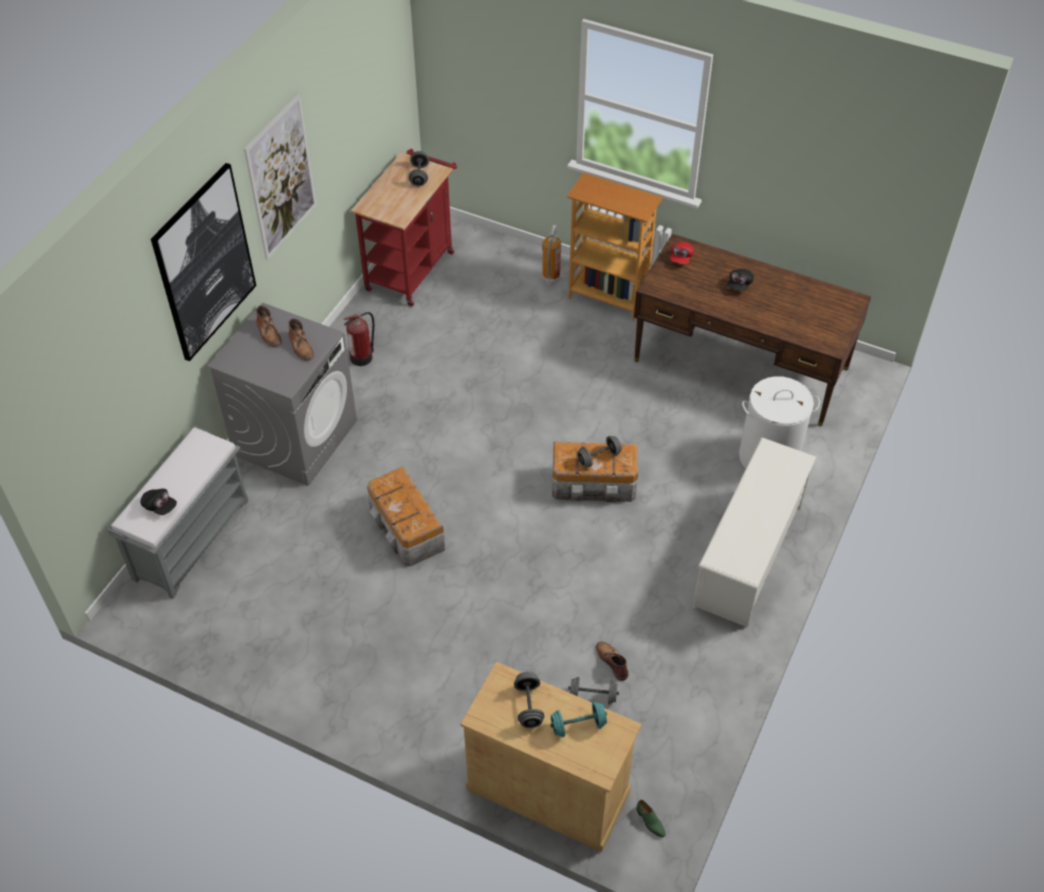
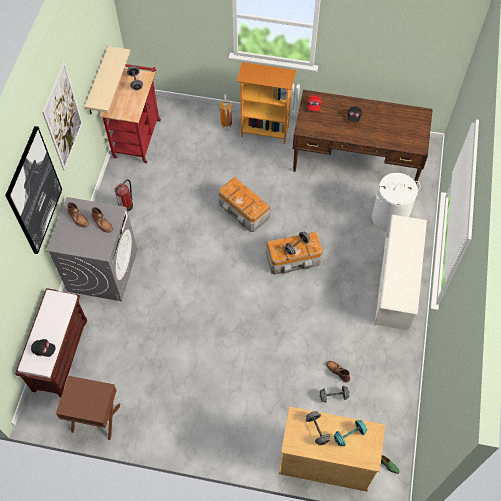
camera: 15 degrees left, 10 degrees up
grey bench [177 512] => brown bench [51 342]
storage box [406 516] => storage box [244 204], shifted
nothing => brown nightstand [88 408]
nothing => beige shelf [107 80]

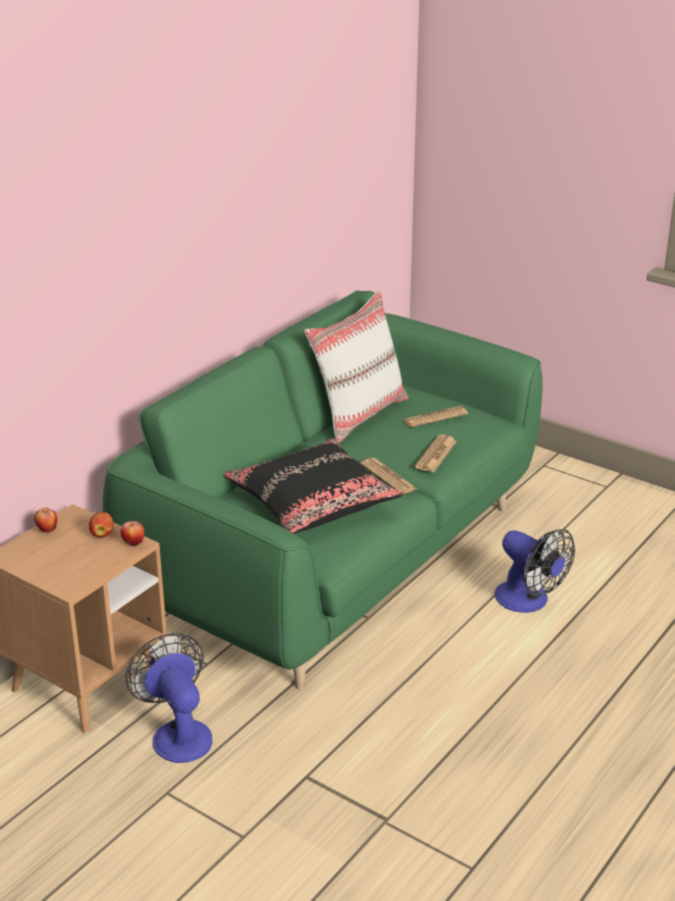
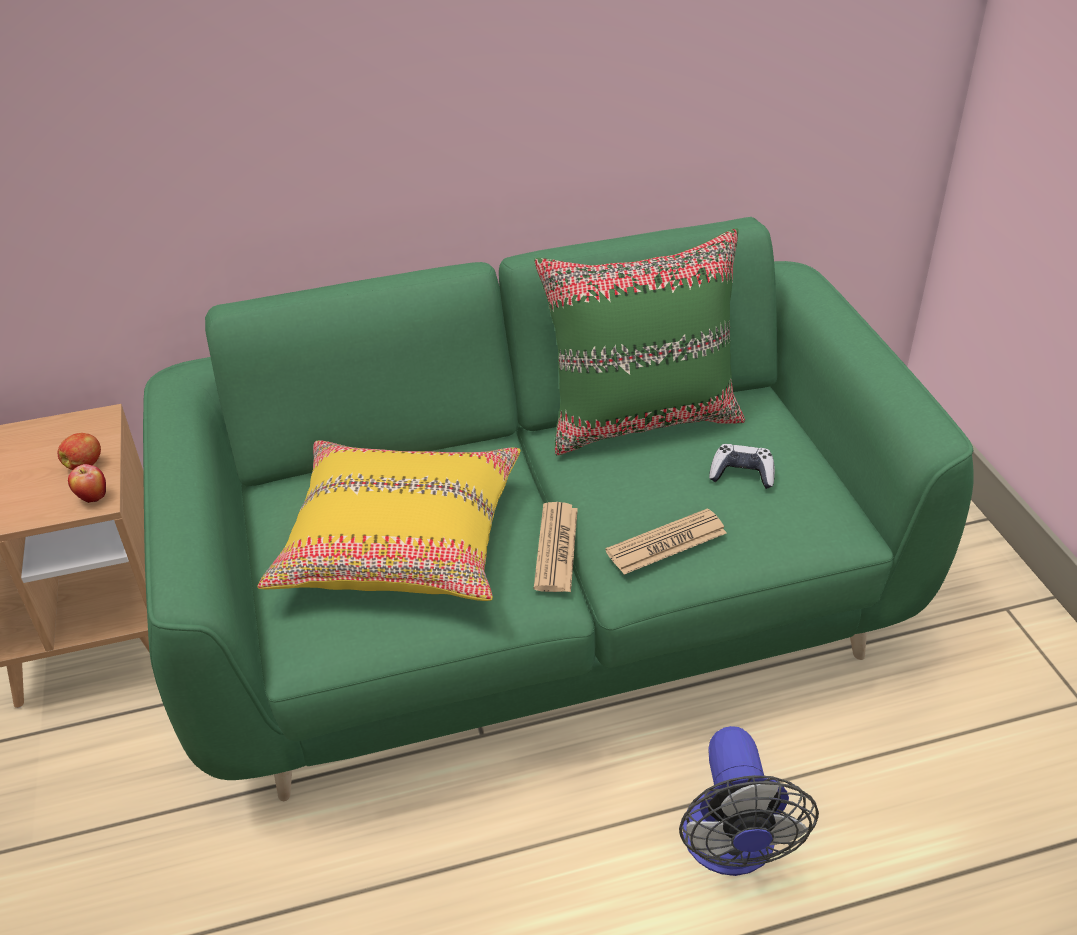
camera: 40 degrees right, 10 degrees up
apple [45 520] => nothing
fan [169 698] => nothing
black pillow [313 486] => yellow pillow [389 520]
white pillow [357 367] => green pillow [639 341]
newspaper [435 416] => game controller [742 466]

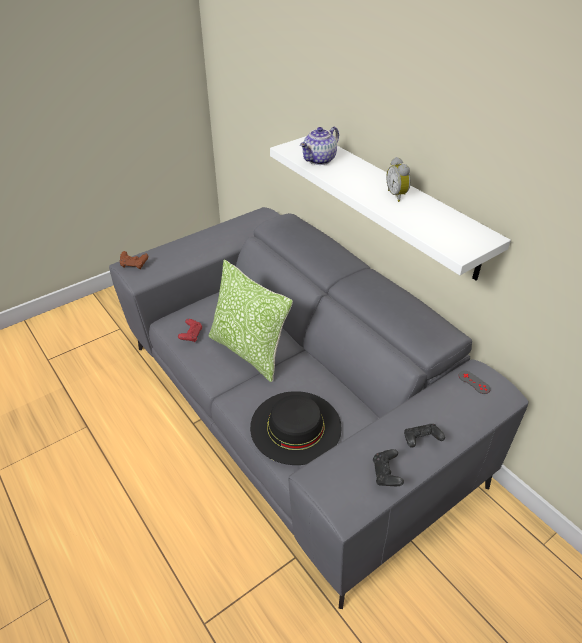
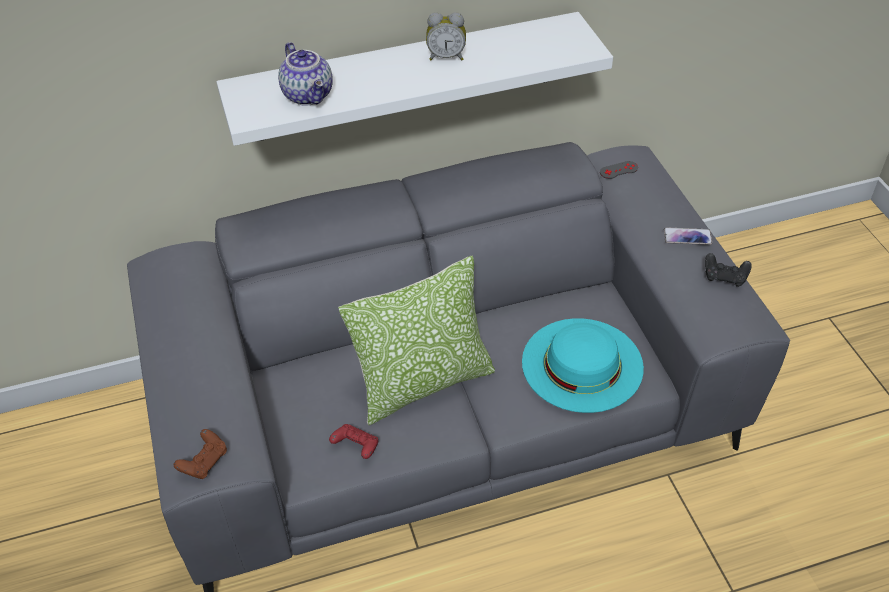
camera: 70 degrees left, 5 degrees up
black hat [296 428] => turquoise hat [583 365]
black game controller [424 436] => phone [688 236]

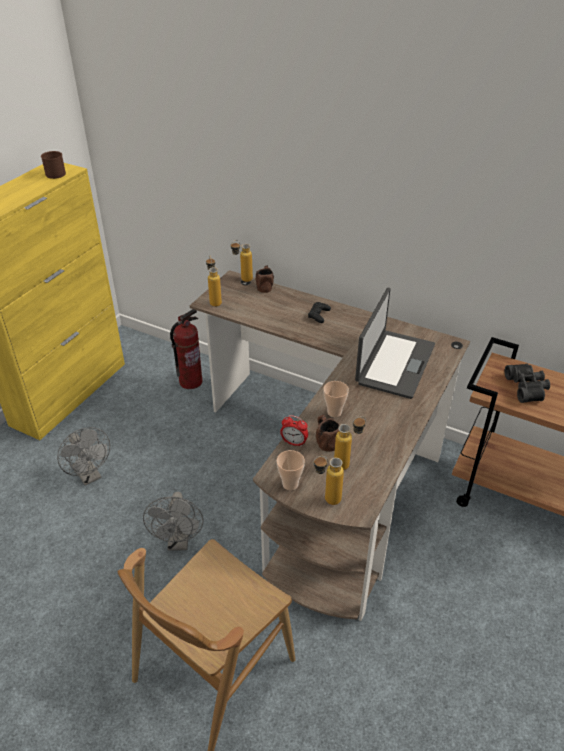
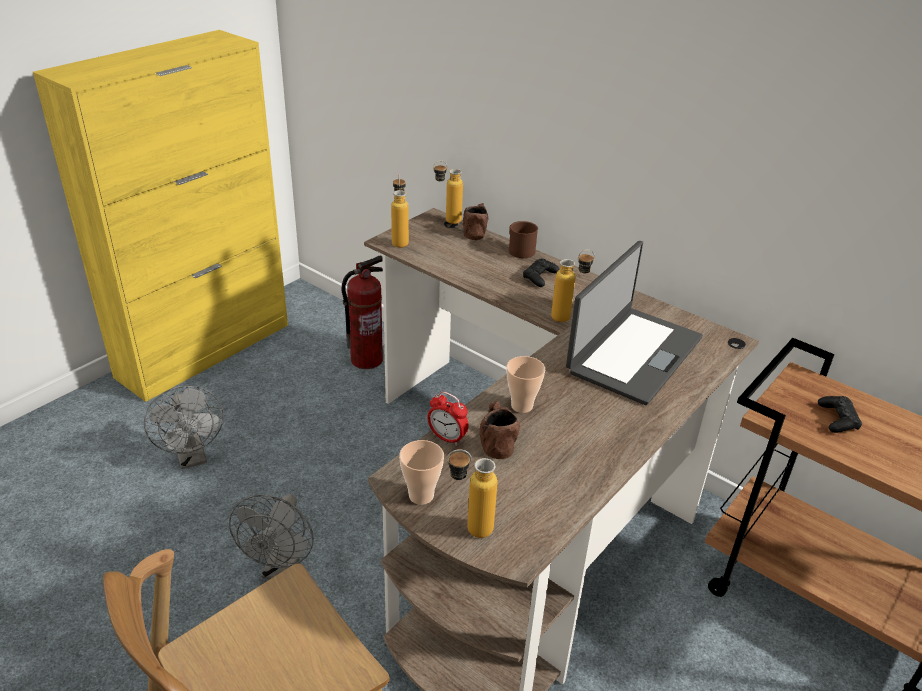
camera: 10 degrees right, 5 degrees down
brown mug [53 165] => brown mug [523 239], shifted
bottle [350 443] => bottle [573 286], shifted
black binoculars [527 383] => black game controller [840 414]

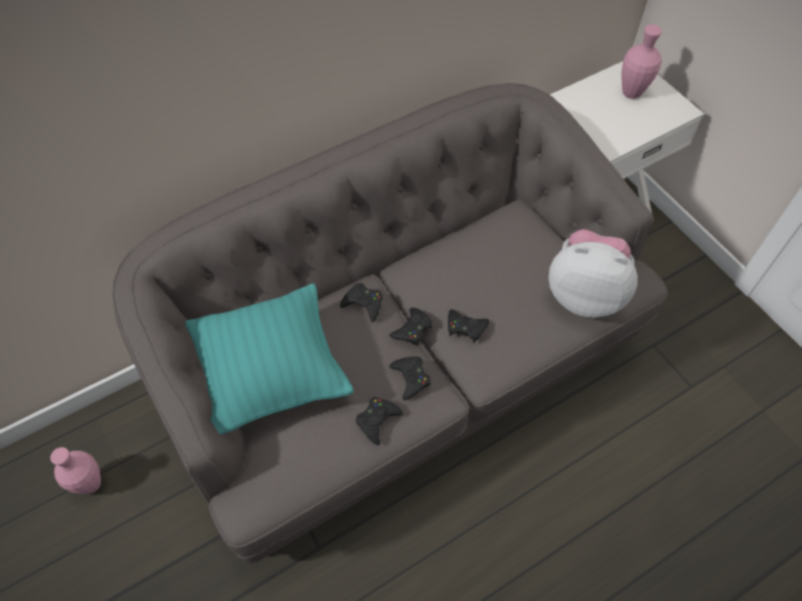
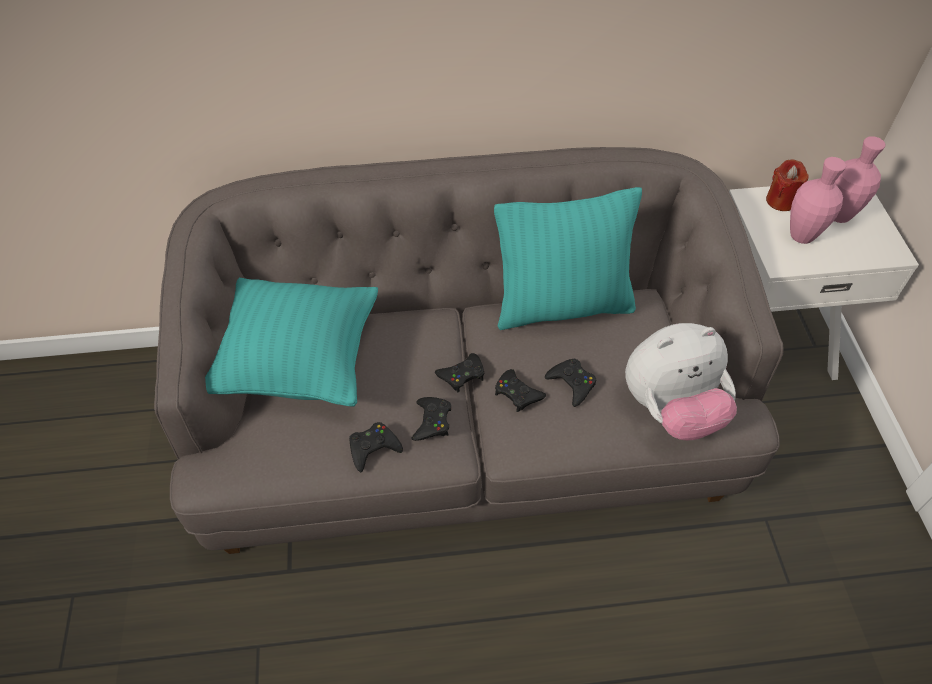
camera: 25 degrees right, 5 degrees down
pink vase [75 470] => pink vase [818 200], shifted
black game controller [361 302] => black game controller [570 383], shifted
plush toy [593 273] => plush toy [681 381], 120 degrees clockwise
nothing => turquoise pillow [568 258]
nothing => red candle [787 185]

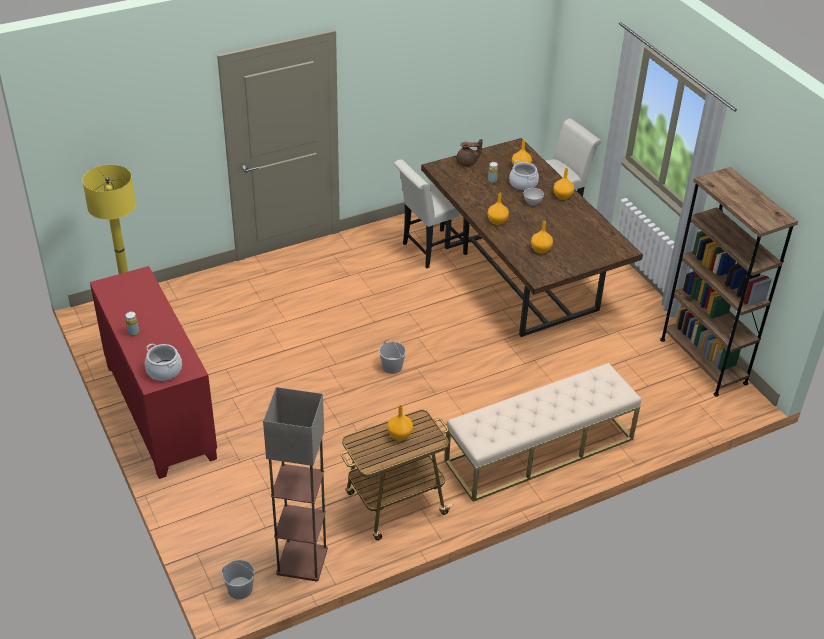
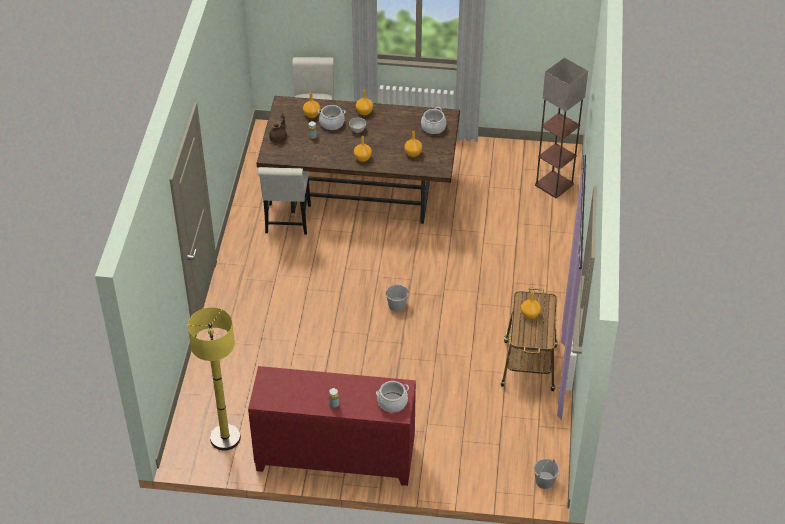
camera: 55 degrees left, 5 degrees up
floor lamp [295 484] => floor lamp [561 127], shifted
beige bench [542 432] => nothing
brown bookcase [729 282] => nothing
nothing => cooking pot [433 120]

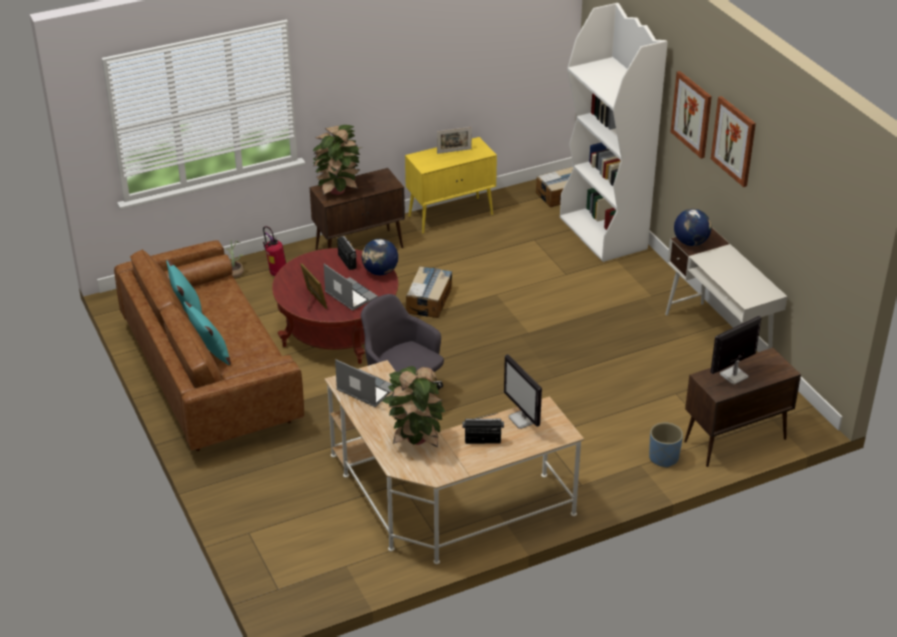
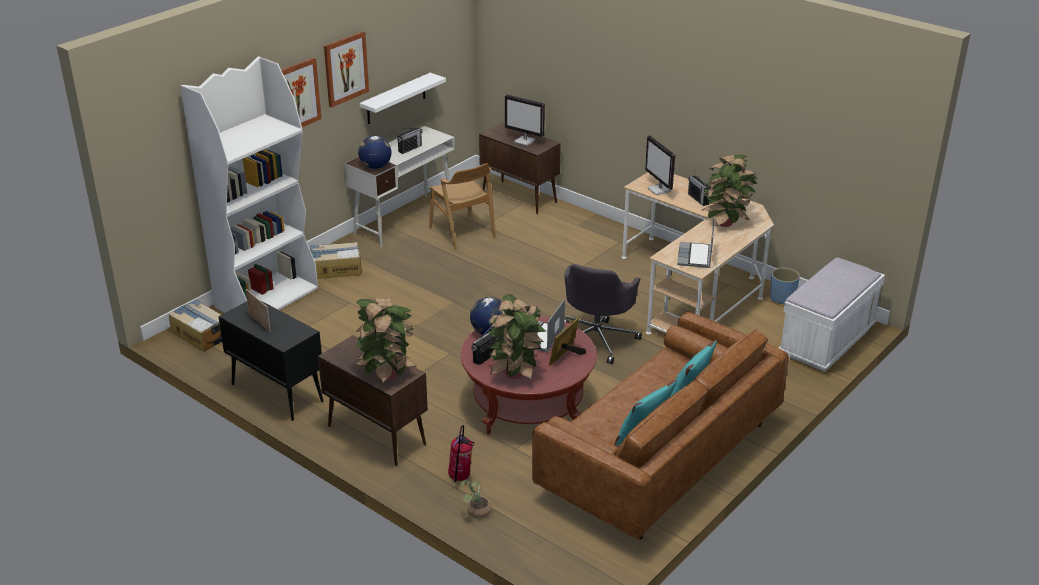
camera: 115 degrees left, 5 degrees down
yellow cabinet [451 185] => black cabinet [270 360]
cardboard box [429 292] => cardboard box [336 260], shifted
monitor [523 391] => monitor [660 165], 120 degrees clockwise
blue planter [666 445] => blue planter [785 286], shifted
nothing => white shelf [403 98]
nothing => radio [410 140]
nothing => brown chair [462 206]
nothing => potted plant [517 337]
nothing => white bench [832 314]

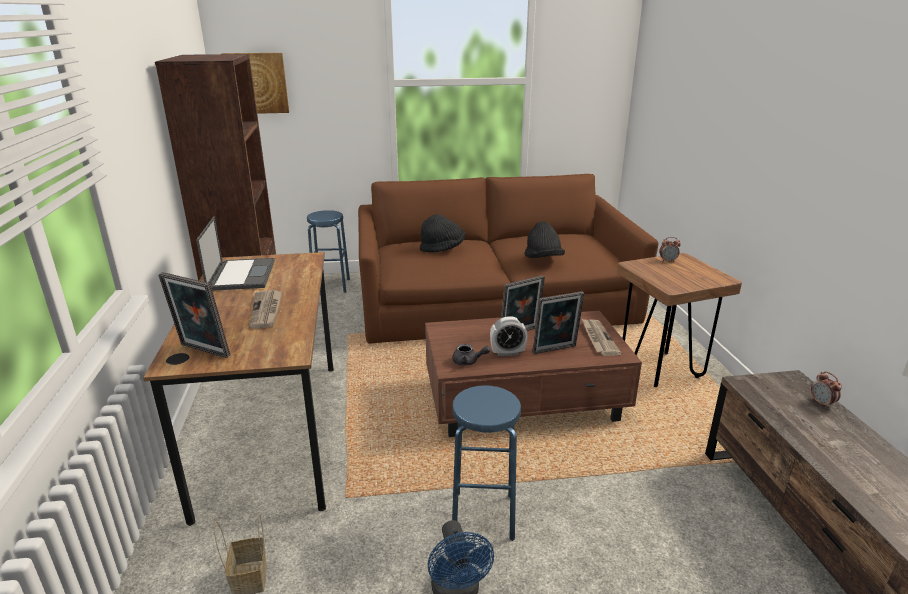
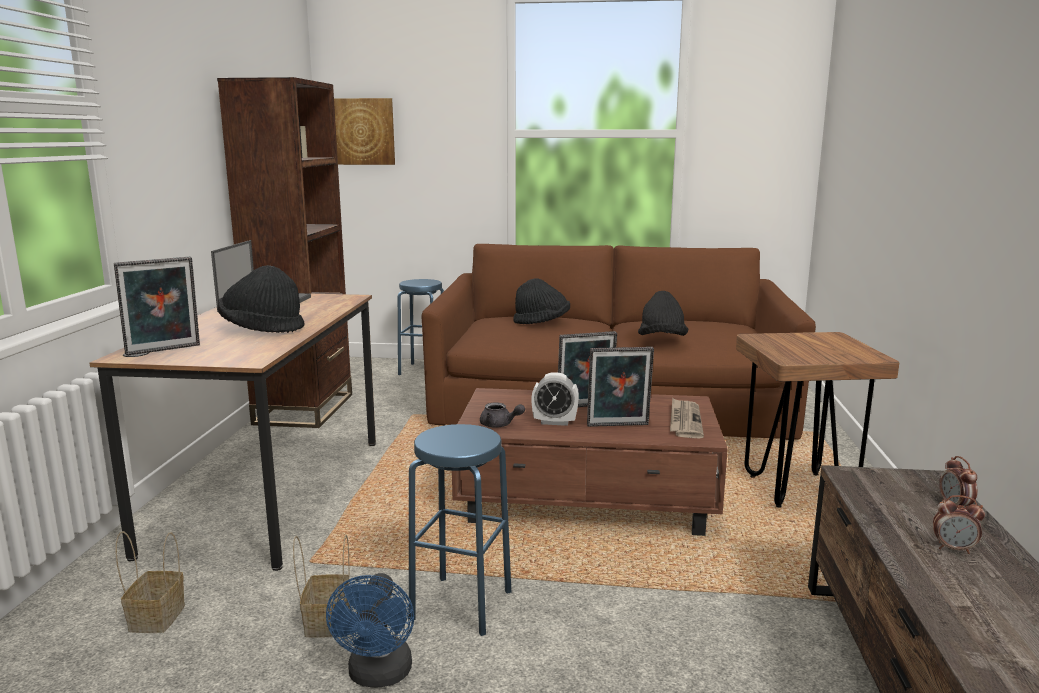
camera: 15 degrees right, 10 degrees down
picture frame [194 315] => picture frame [157 306], 75 degrees counterclockwise
newspaper [265 309] => black hat [261 299]
alarm clock [670 249] => alarm clock [959 524], shifted
nothing => basket [321 586]

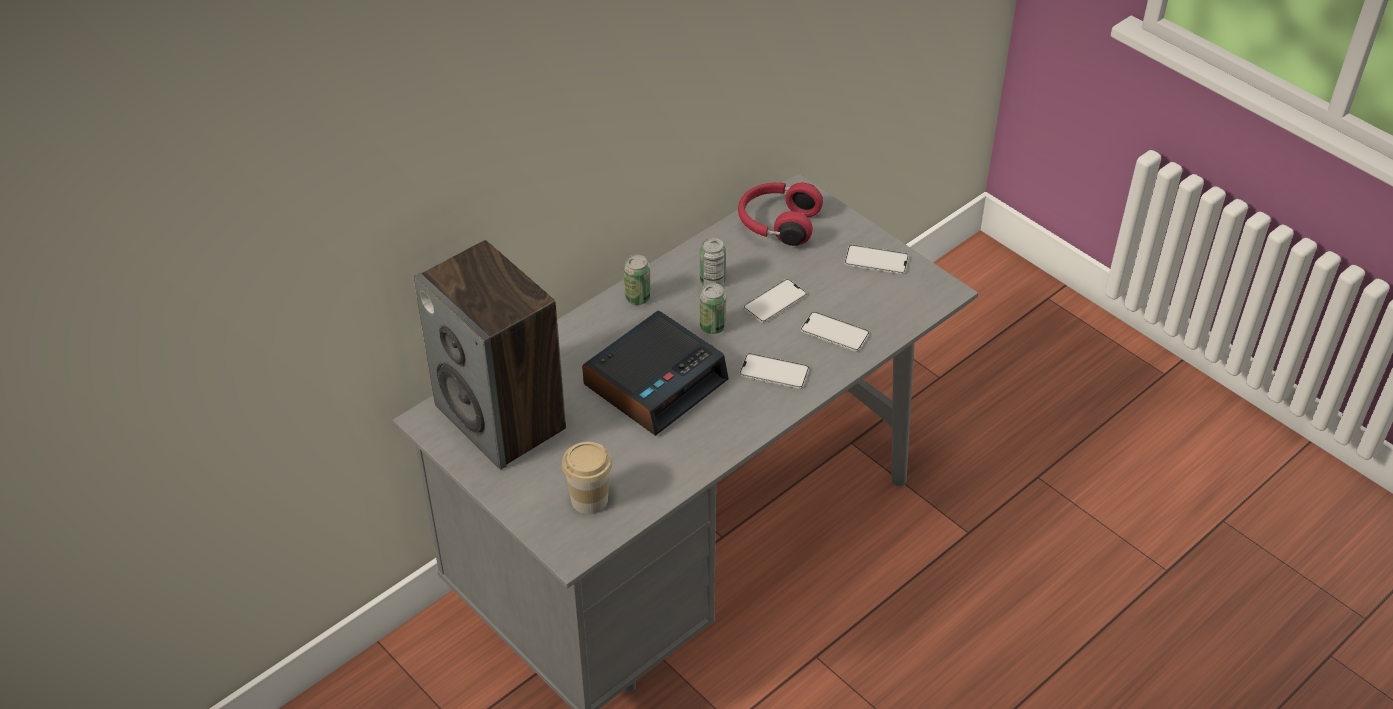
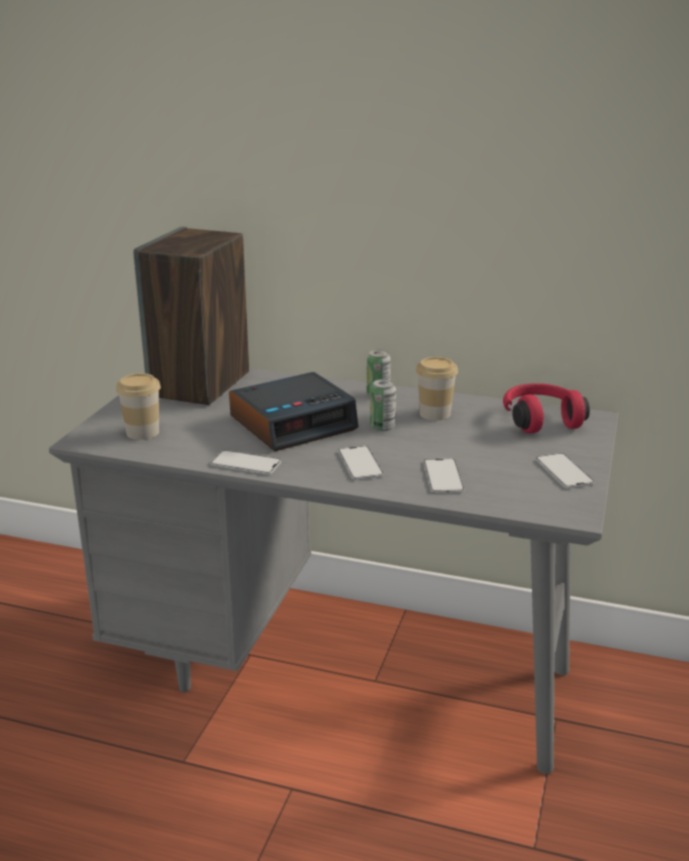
camera: 60 degrees right, 20 degrees down
alarm clock [655 373] => alarm clock [293 411], 45 degrees counterclockwise
can [713 262] => cup [437 389]
phone [775 301] => phone [246 462], shifted

